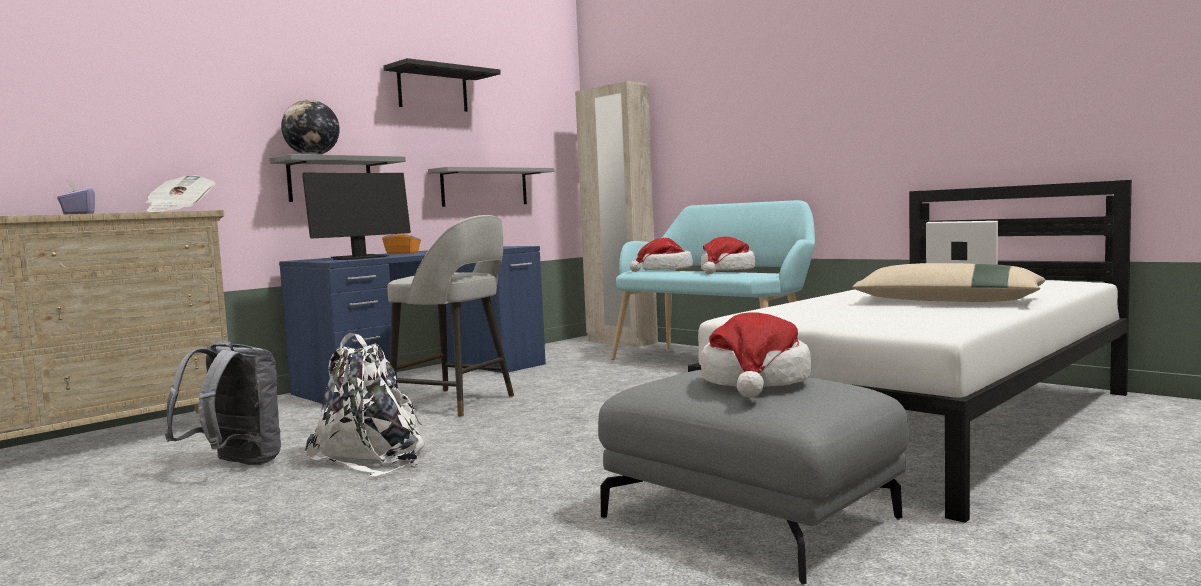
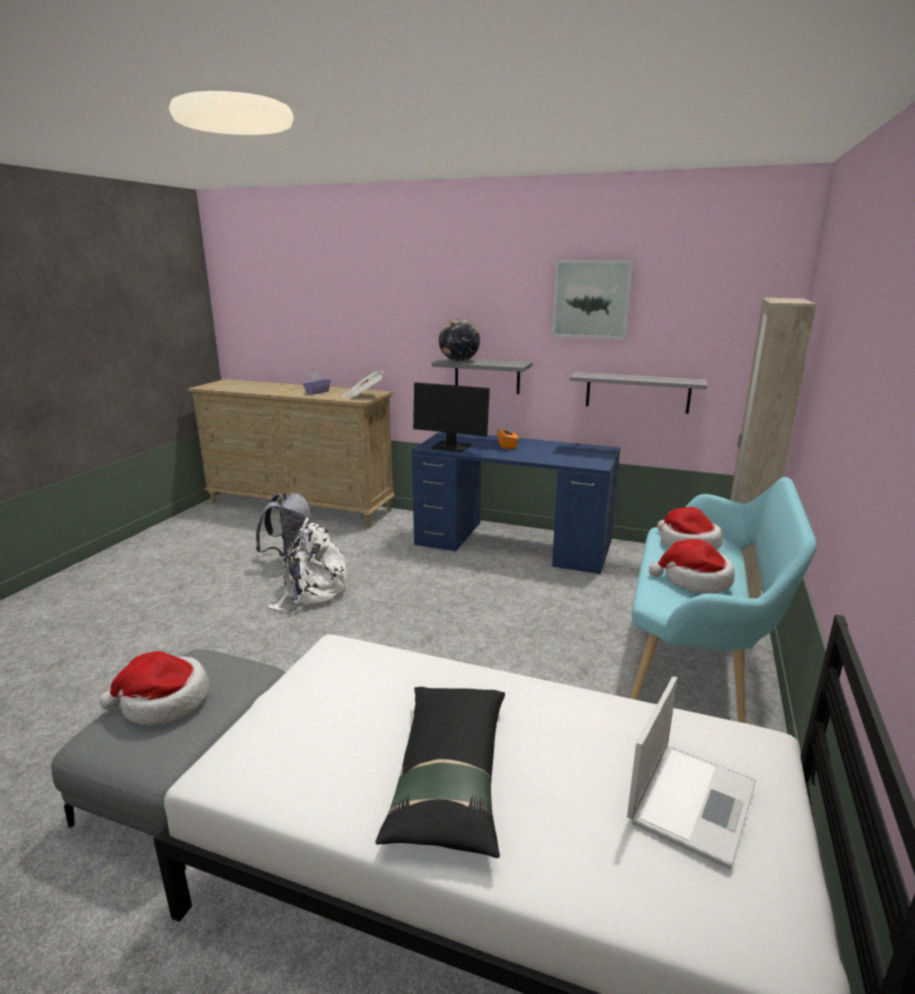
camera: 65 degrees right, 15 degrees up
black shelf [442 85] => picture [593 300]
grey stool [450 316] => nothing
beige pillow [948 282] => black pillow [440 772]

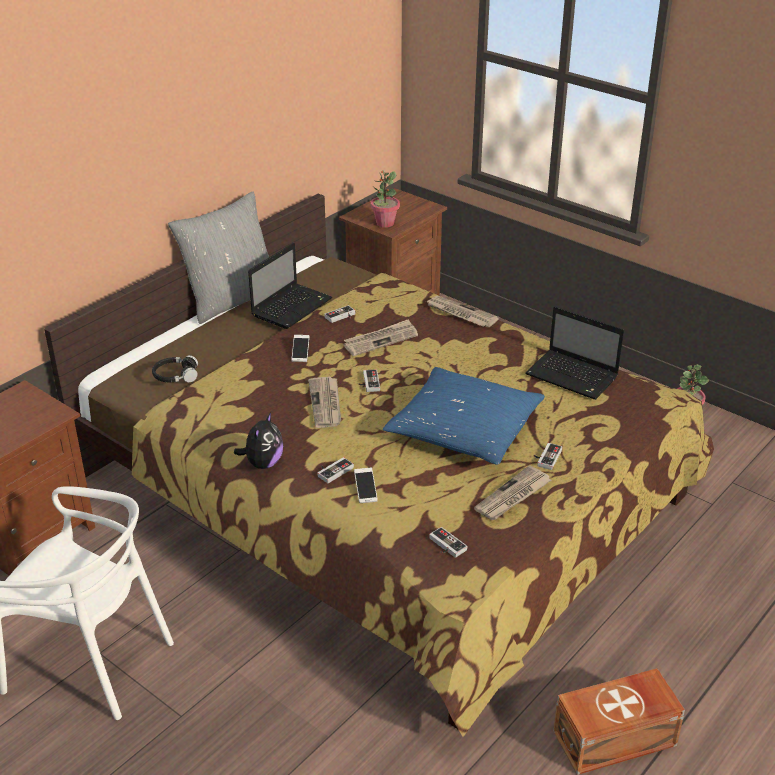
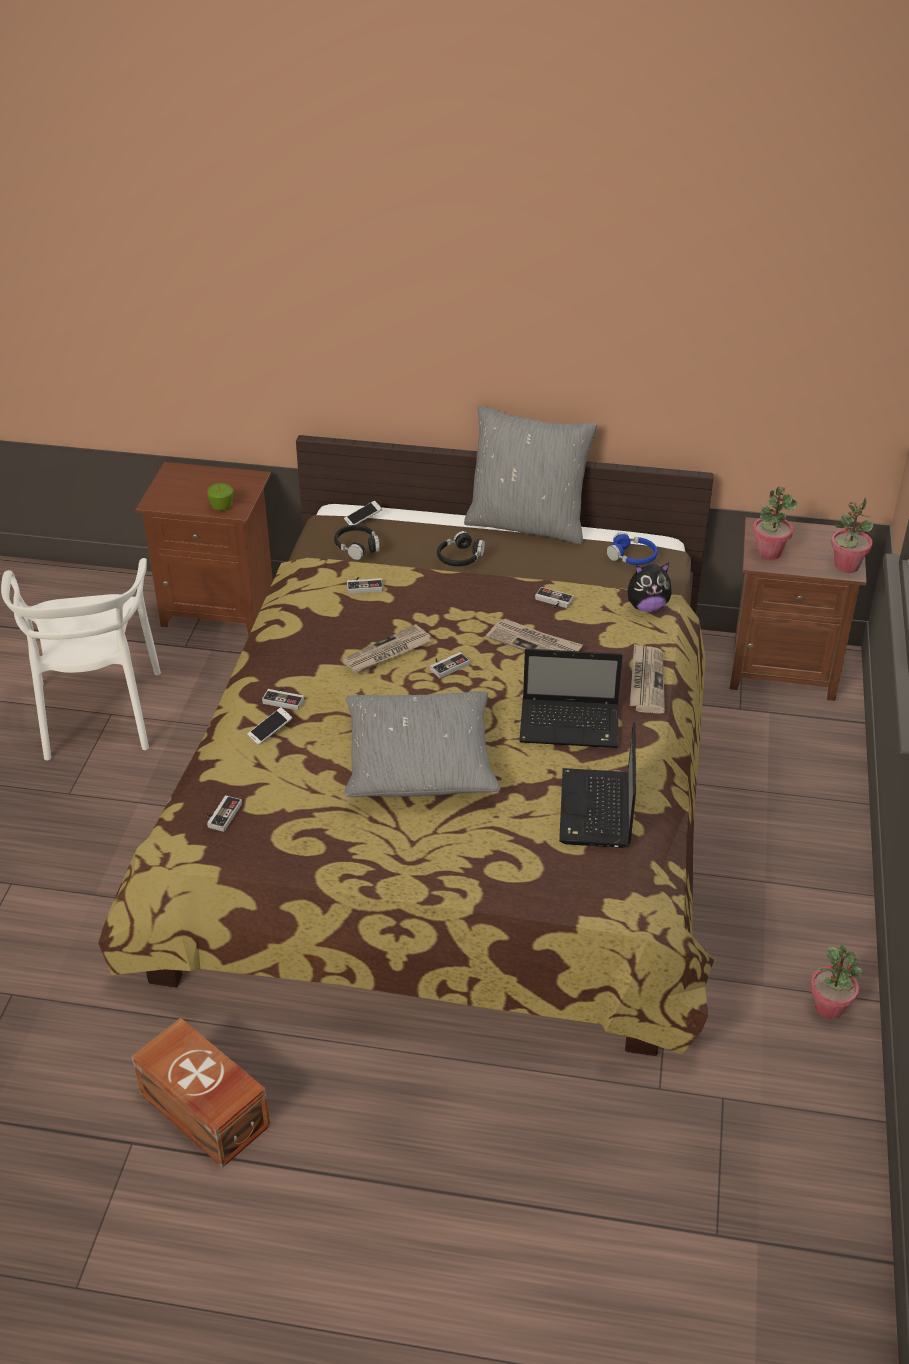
camera: 60 degrees right, 5 degrees up
plush toy [258 440] => plush toy [649 587], shifted
laptop [290 286] => laptop [570 698], shifted
phone [300 348] => phone [363 513], shifted
blue pillow [464 416] => grey pillow [422 744]
newspaper [512 492] => nothing
game controller [548 456] => game controller [365 585], shifted
nothing => apple [220 497]
nothing => black headphones [461 548]
nothing => blue headphones [632 548]
nothing => potted plant [852 535]

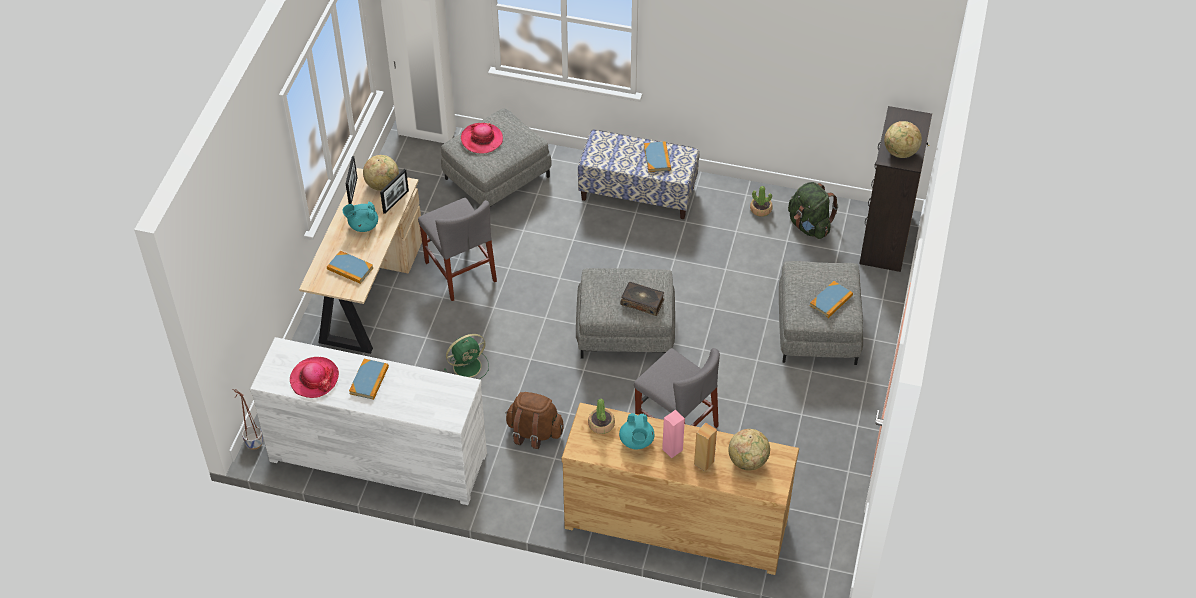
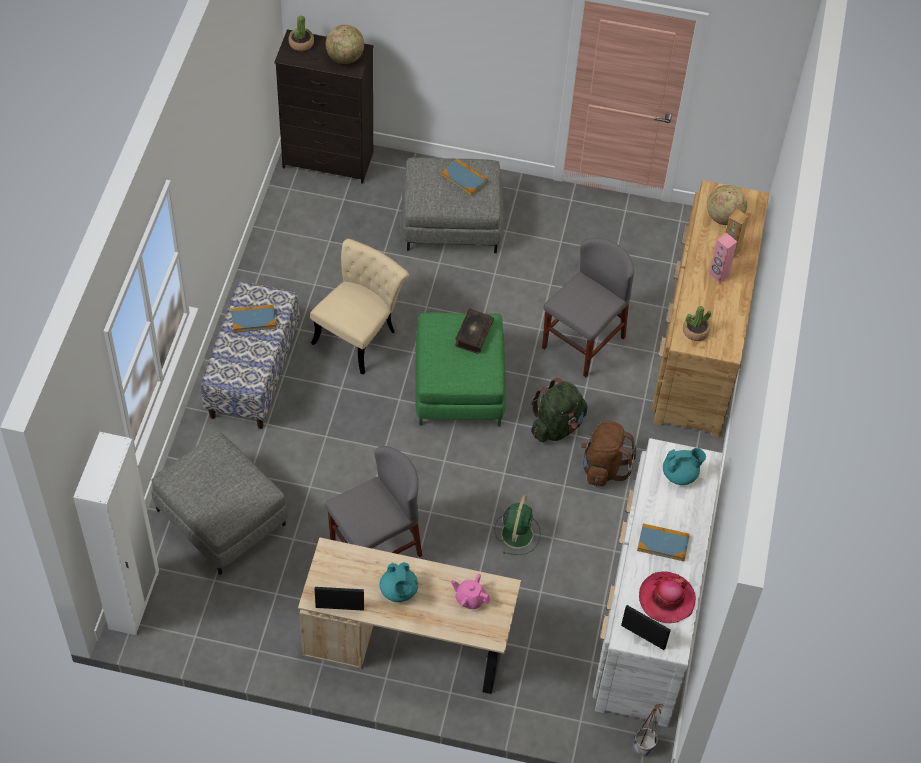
camera: 95 degrees left, 5 degrees up
book [350 267] => pink teapot [470 591]
globe [381 173] => nothing
picture frame [394 191] => picture frame [646 627], shifted
green fan [466 356] => green fan [518 525], 45 degrees clockwise
hat [482 138] => nothing
grey ottoman [625 313] => green ottoman [460 369]
turquoise teapot [636 431] => turquoise teapot [684 466], shifted
potted plant [761 201] => potted plant [301 33], shifted
green backpack [813 210] => green backpack [559 410], shifted
nothing => beige chair [359 306]

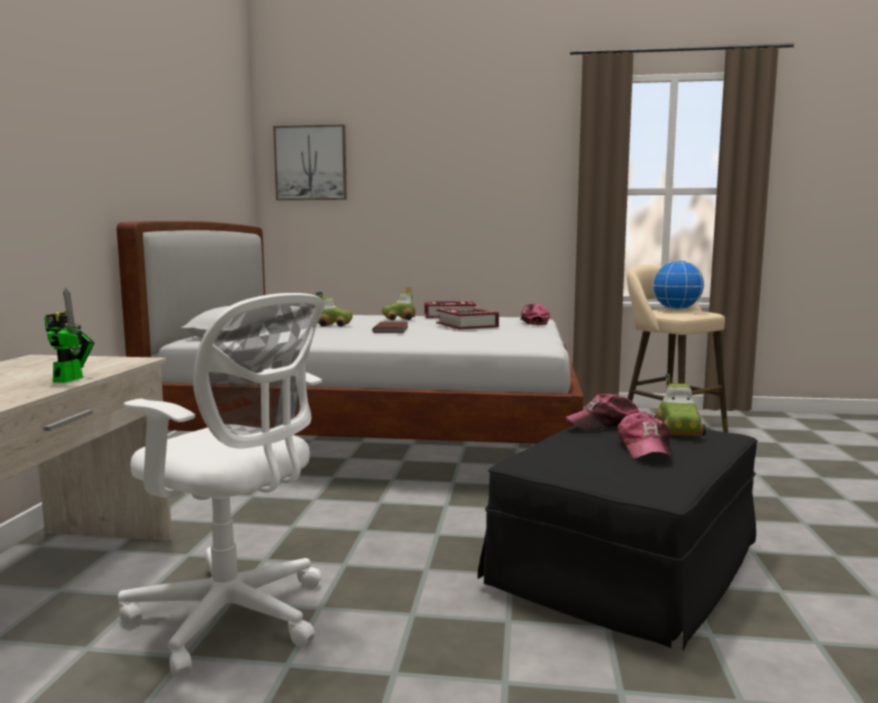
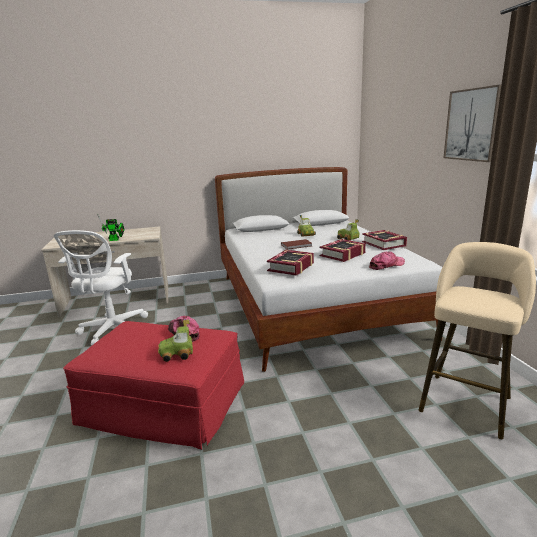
camera: 70 degrees right, 10 degrees up
picture [310 162] => picture [472 123], shifted
black ottoman [618 537] => red ottoman [153 385]
cap [645 435] => nothing
globe [678 285] => nothing
nothing => book [290 263]

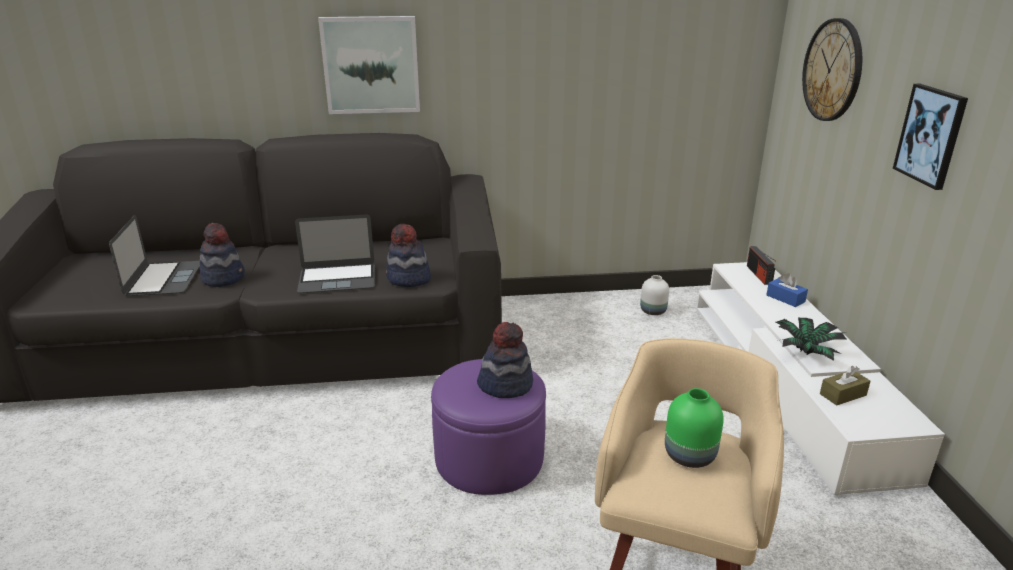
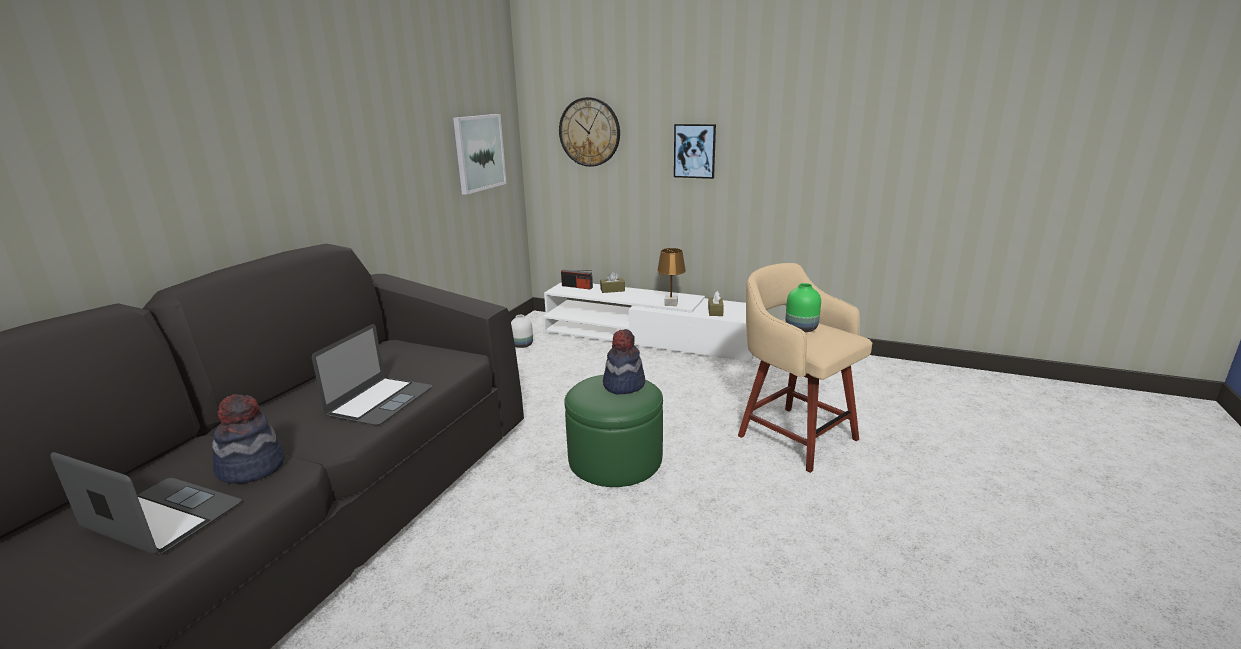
camera: 60 degrees left, 5 degrees down
picture [369 65] => picture [480 154], shifted
hat [408 255] => nothing
purple ottoman [488 427] => green ottoman [614 430]
blue tissue box [787 290] => brown tissue box [612 282]
potted plant [811 339] => brown table lamp [671 277]

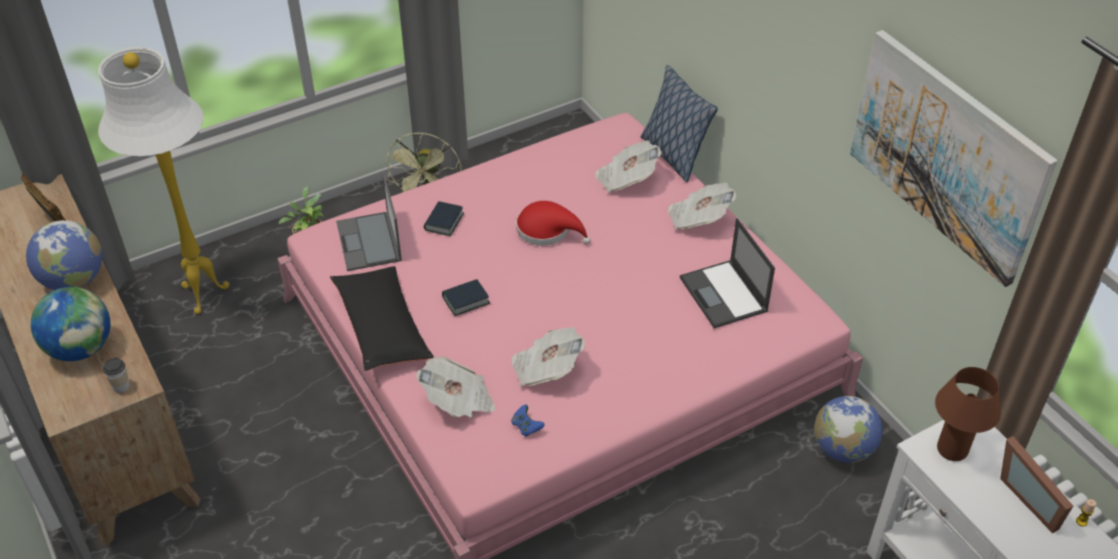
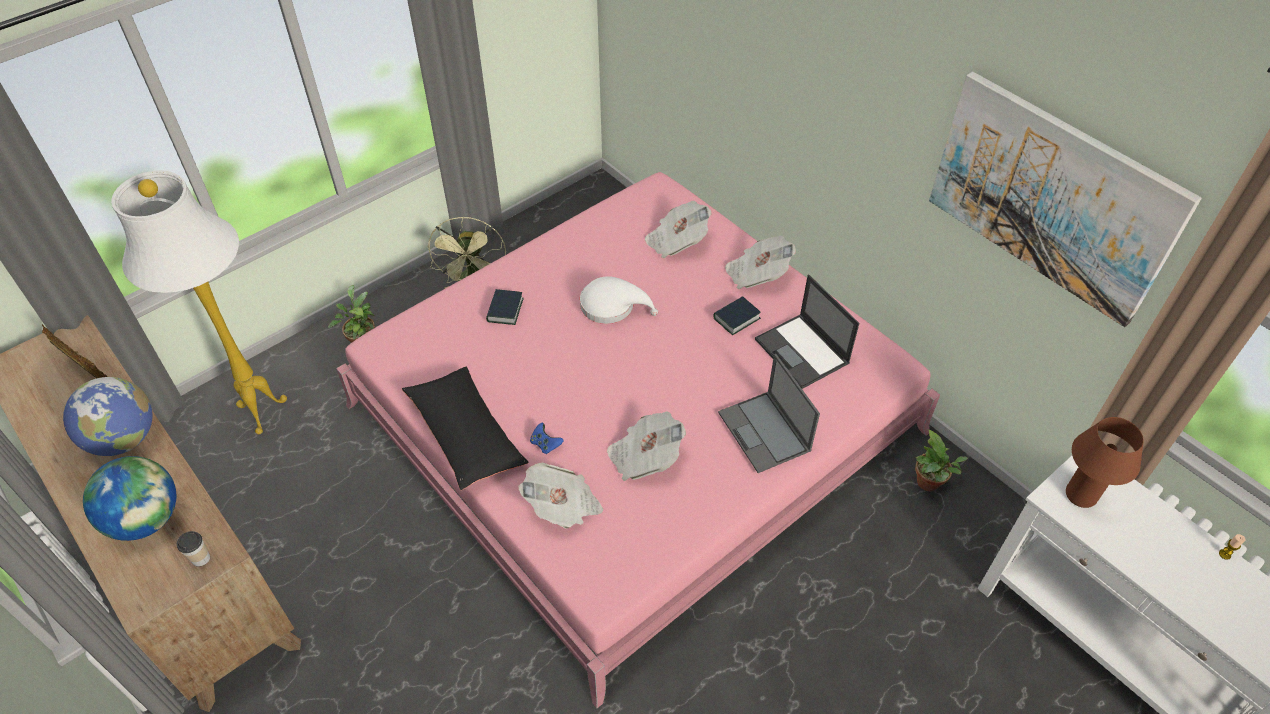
camera: 10 degrees left, 5 degrees up
laptop [369 221] => laptop [769 413], shifted
book [466 297] => book [737 315], shifted
blue game controller [528 420] => blue game controller [547 438], shifted
red hat [553 223] => white hat [619 300]
pillow [679 123] => nothing
globe [848 429] => potted plant [941 460]
picture frame [1036 484] => nothing

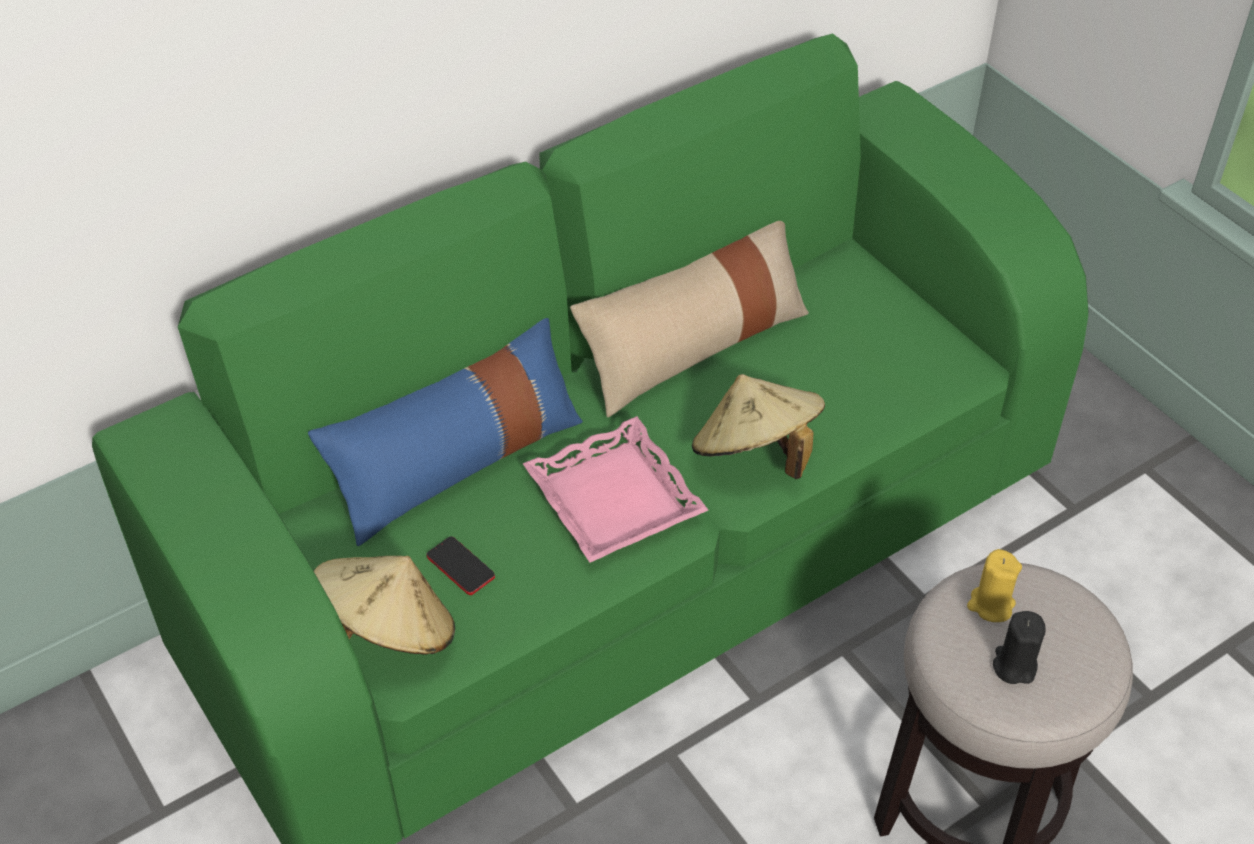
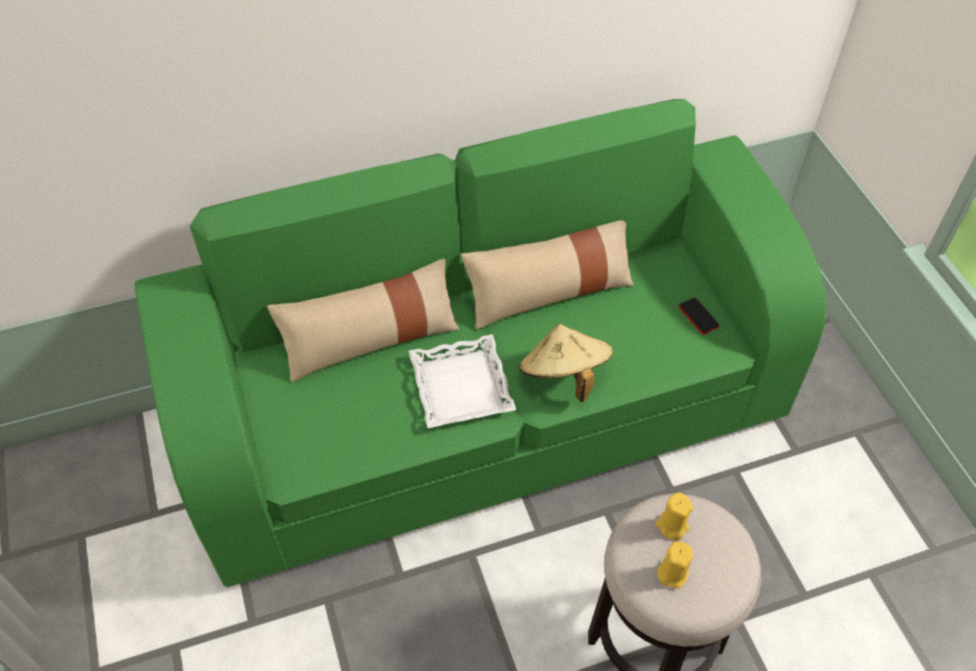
camera: 15 degrees right, 5 degrees up
blue pillow [445 432] => beige pillow [363 320]
beige hat [384 605] => nothing
phone [461 565] => phone [699 316], shifted
pink tray [615 489] => white tray [462 381]
black candle [1019 647] => yellow candle [675 565]

